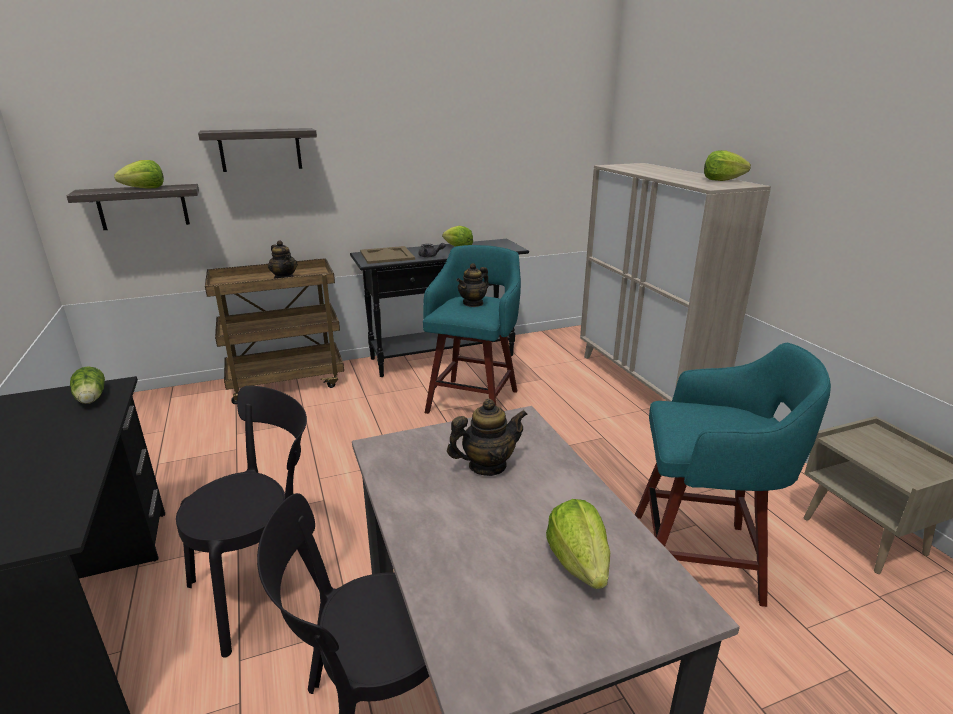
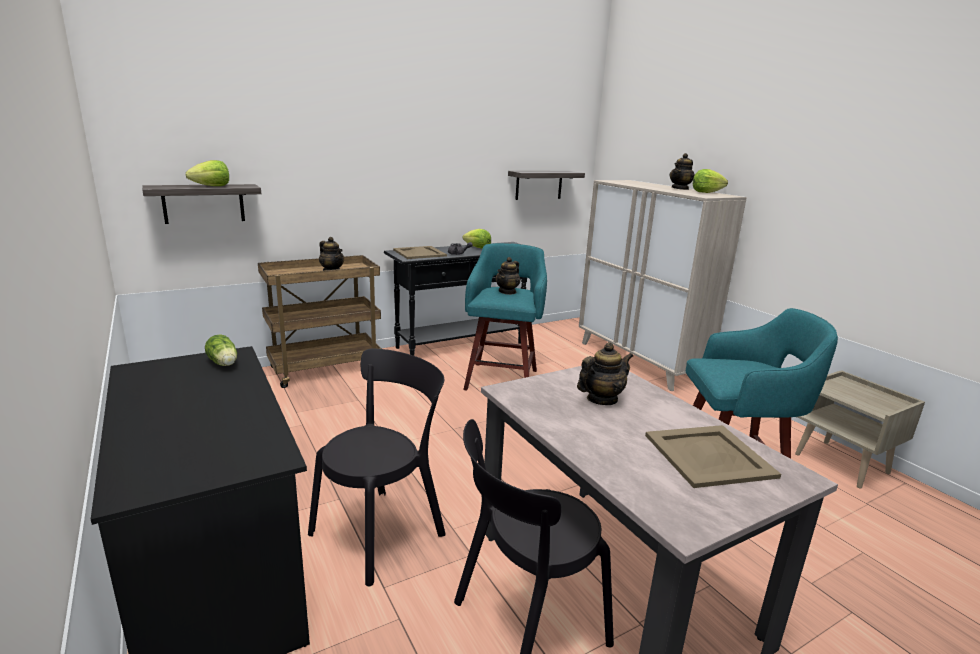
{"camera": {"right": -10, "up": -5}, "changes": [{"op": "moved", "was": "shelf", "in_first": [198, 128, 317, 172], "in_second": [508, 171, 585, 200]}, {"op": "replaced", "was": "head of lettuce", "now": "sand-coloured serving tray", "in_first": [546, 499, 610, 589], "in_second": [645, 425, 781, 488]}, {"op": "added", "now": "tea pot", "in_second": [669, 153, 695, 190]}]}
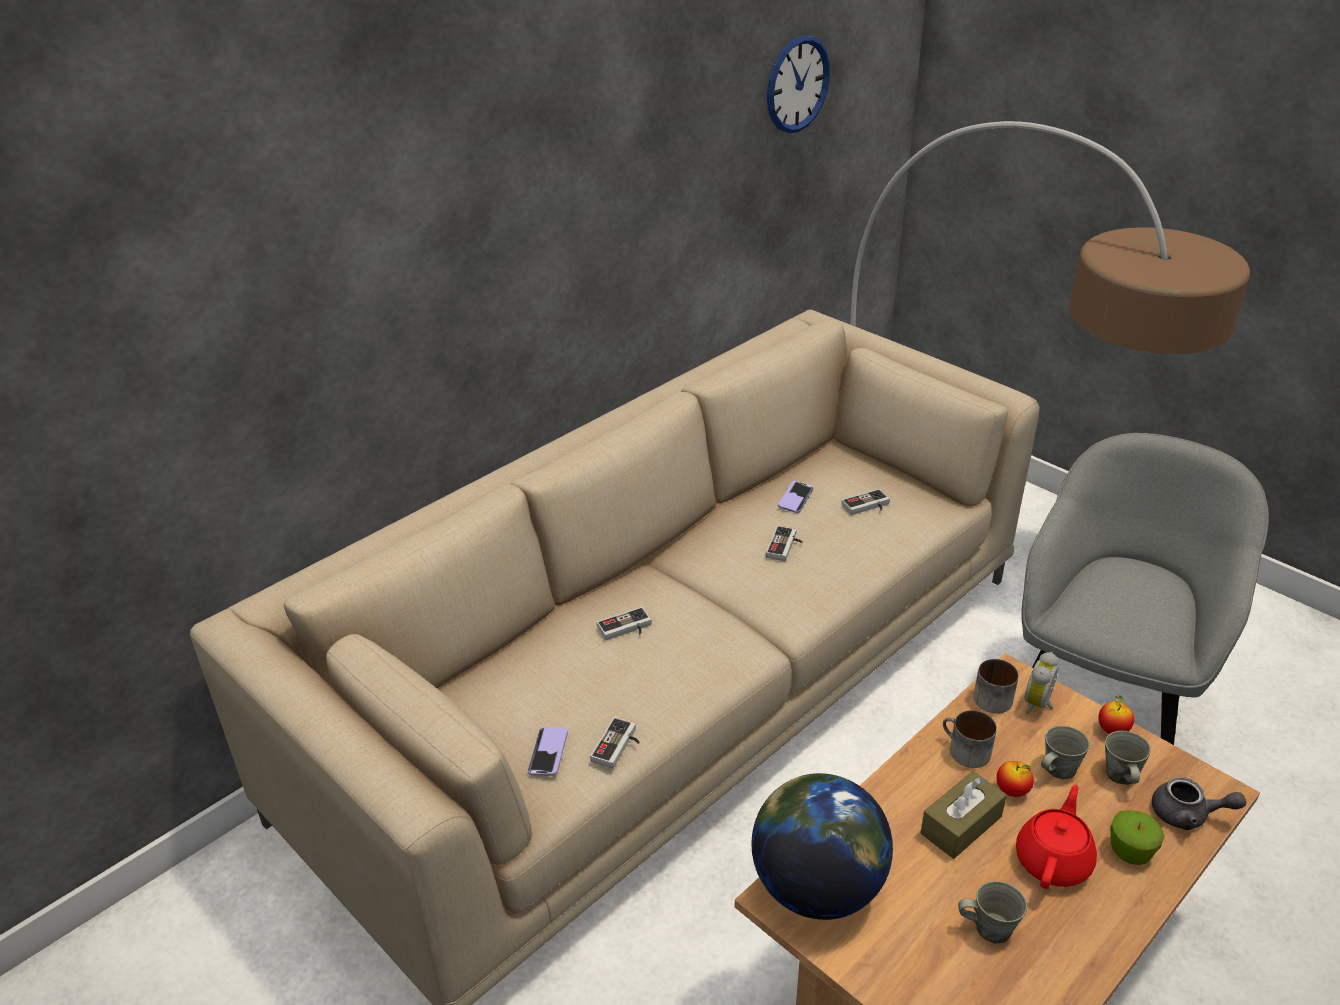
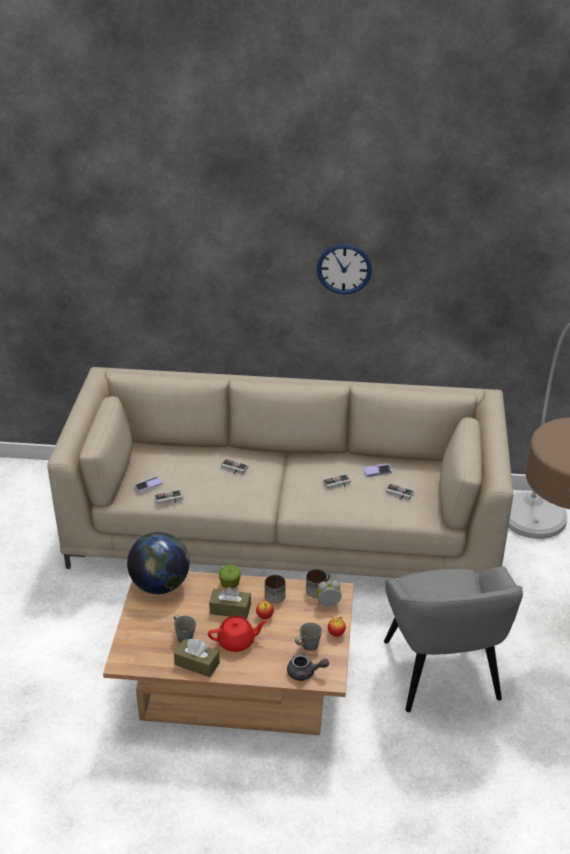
{"camera": {"right": 50, "up": 0}, "changes": [{"op": "moved", "was": "wall clock", "in_first": [767, 35, 830, 133], "in_second": [317, 244, 372, 294]}, {"op": "turned", "was": "grey easy chair", "in_first": [1021, 433, 1269, 745], "in_second": [384, 566, 523, 712], "clockwise": 90}, {"op": "removed", "was": "grey mug", "in_first": [1041, 726, 1090, 779]}, {"op": "moved", "was": "apple", "in_first": [1110, 810, 1165, 865], "in_second": [219, 565, 241, 588]}, {"op": "turned", "was": "grey tea pot", "in_first": [1152, 777, 1246, 830], "in_second": [287, 654, 329, 681], "clockwise": -60}, {"op": "added", "now": "brown box of tissues", "in_second": [174, 638, 220, 677]}]}
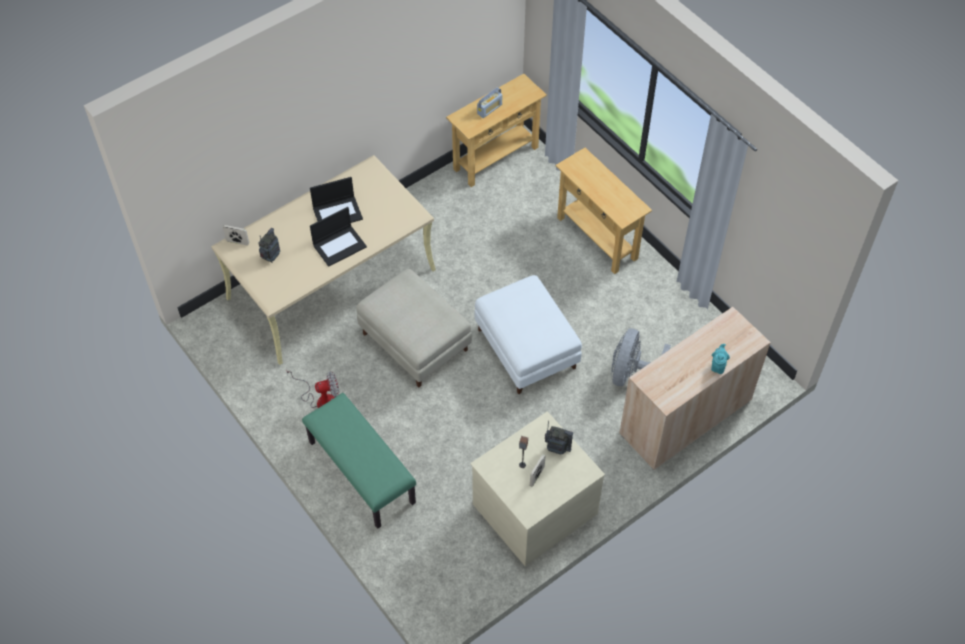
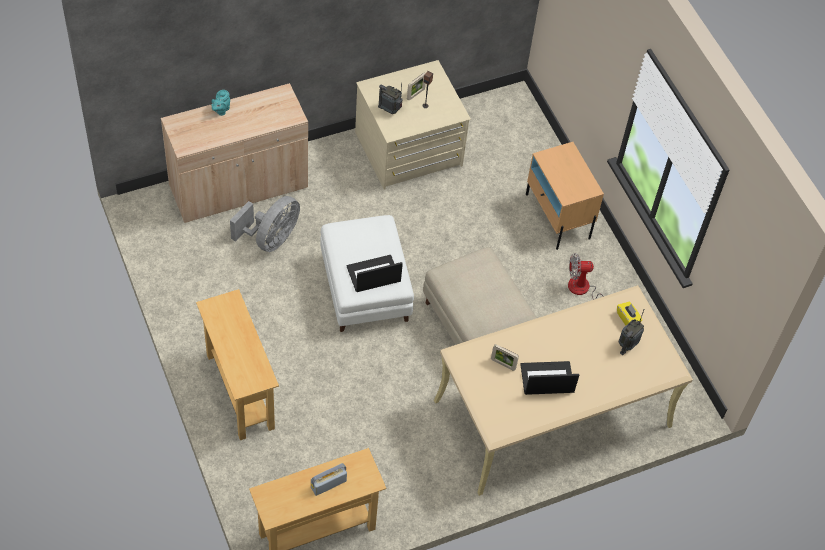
{"camera": {"right": -170, "up": 0}, "changes": [{"op": "moved", "was": "photo frame", "in_first": [223, 225, 249, 245], "in_second": [491, 344, 519, 371]}, {"op": "replaced", "was": "greenish bench", "now": "sand-coloured nightstand", "in_first": [302, 393, 416, 529], "in_second": [526, 142, 604, 250]}, {"op": "moved", "was": "laptop", "in_first": [310, 207, 367, 267], "in_second": [347, 255, 403, 292]}, {"op": "added", "now": "yellow box of tissues", "in_second": [617, 302, 642, 326]}]}
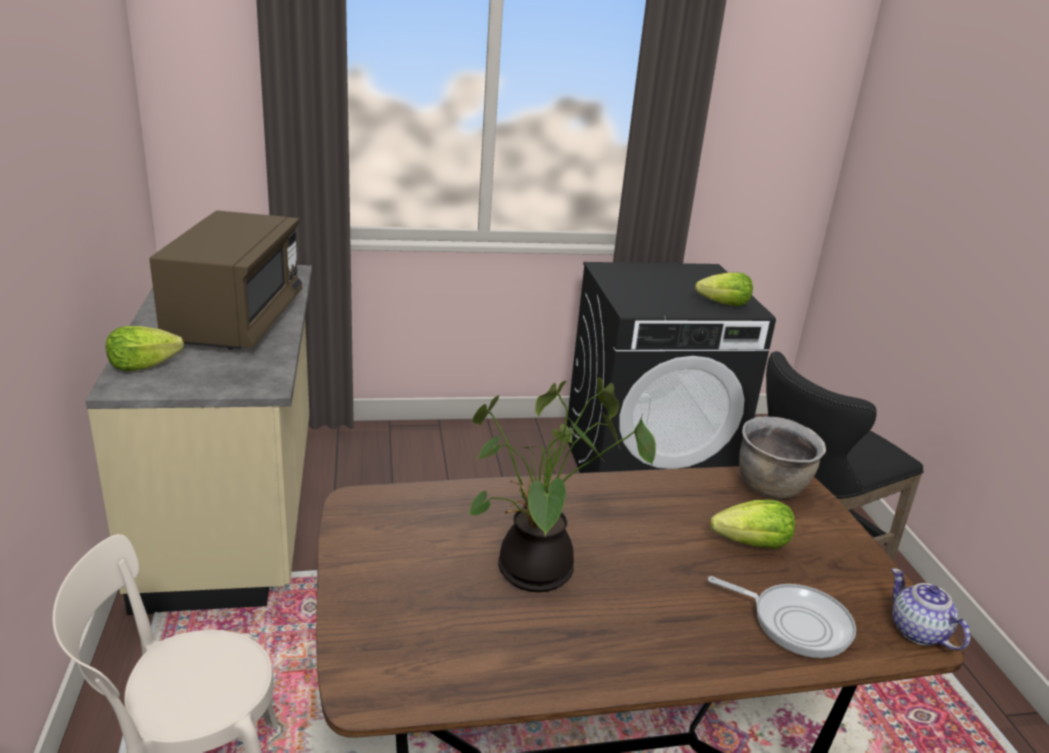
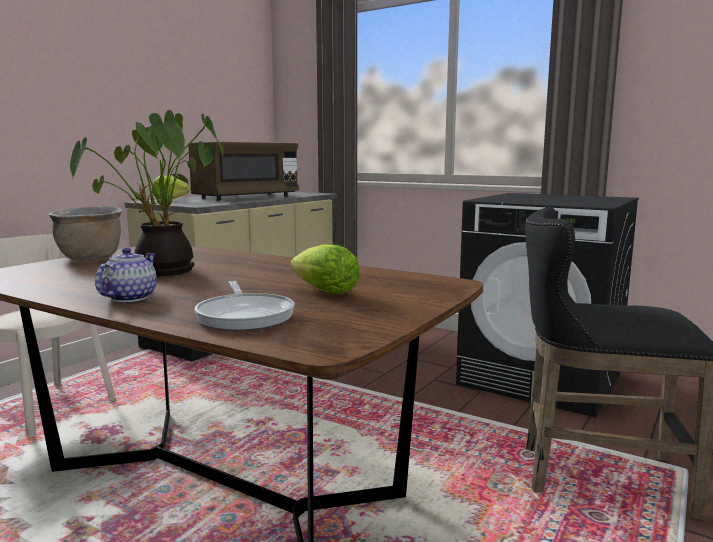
{"camera": {"right": 45, "up": -15}, "changes": [{"op": "removed", "was": "head of lettuce", "in_first": [695, 272, 753, 306]}, {"op": "moved", "was": "brown stockpot", "in_first": [739, 416, 826, 499], "in_second": [49, 206, 122, 260]}, {"op": "moved", "was": "tea pot", "in_first": [892, 568, 971, 651], "in_second": [95, 247, 157, 302]}]}
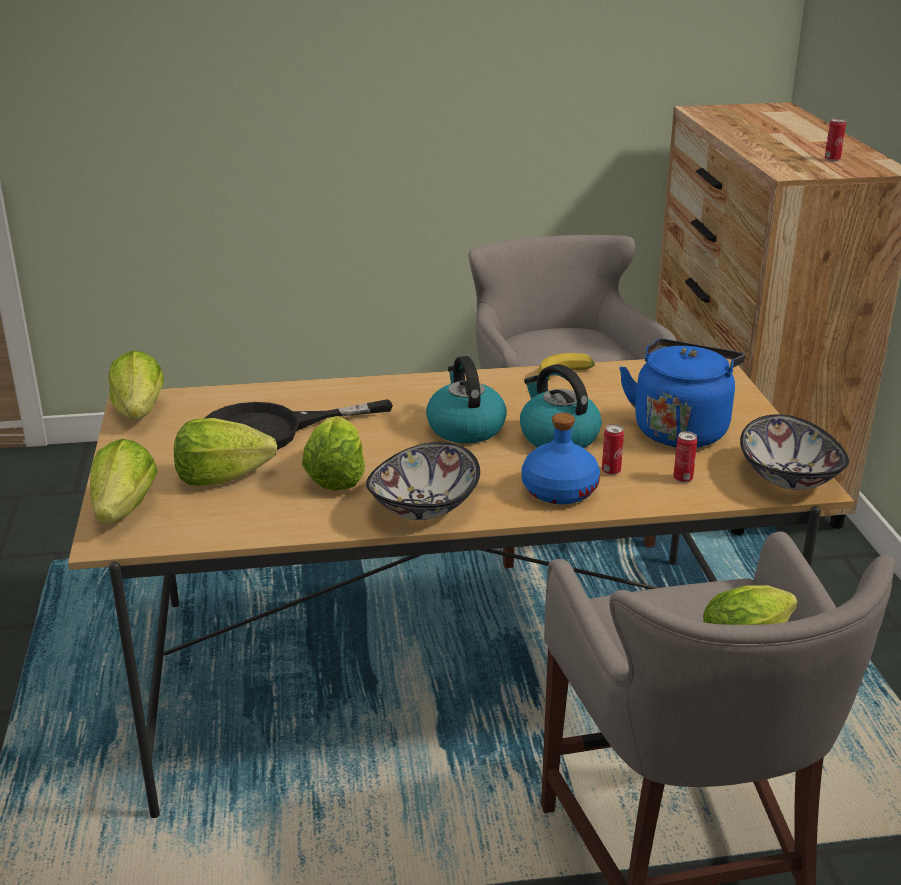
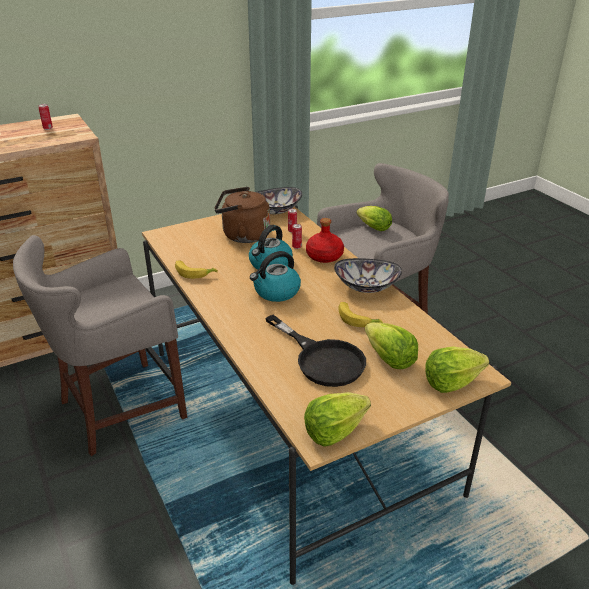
{"camera": {"right": -110, "up": 5}, "changes": [{"op": "replaced", "was": "head of lettuce", "now": "banana fruit", "in_first": [302, 416, 365, 491], "in_second": [338, 302, 383, 327]}, {"op": "recoloured", "was": "blue bottle", "now": "red bottle", "in_first": [522, 413, 600, 504], "in_second": [306, 218, 344, 263]}, {"op": "recoloured", "was": "blue kettle", "now": "brown kettle", "in_first": [619, 339, 745, 447], "in_second": [214, 187, 270, 243]}]}
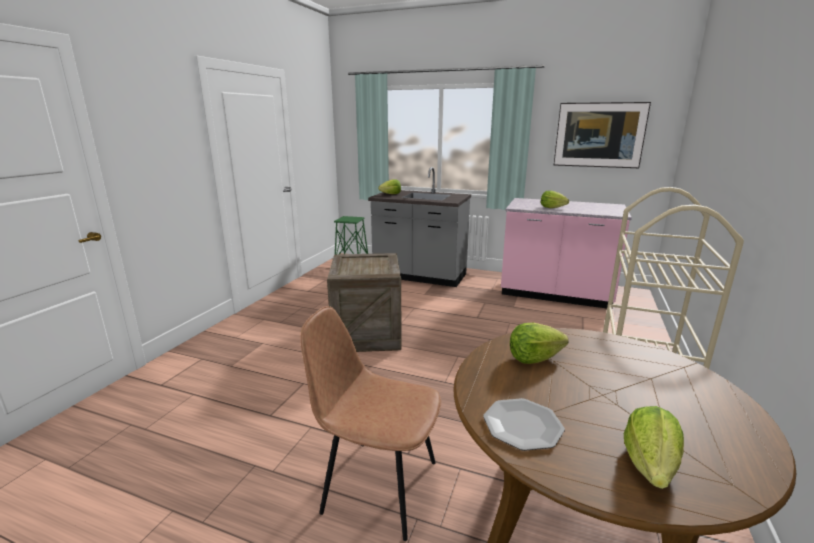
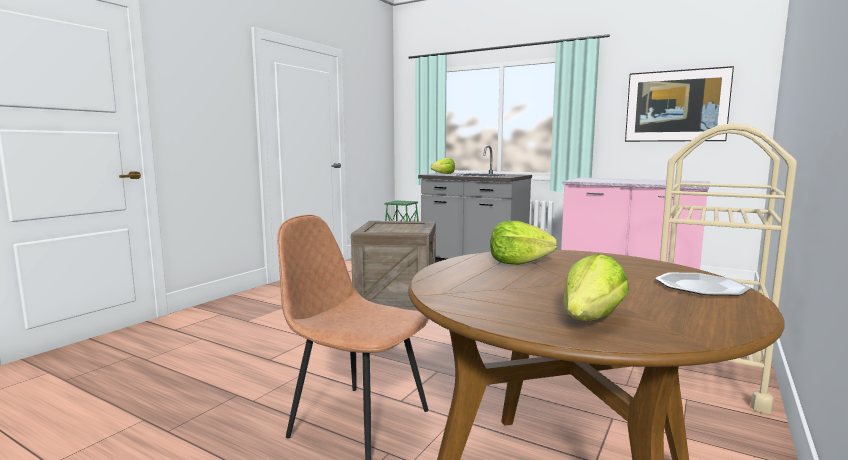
{"camera": {"right": 10, "up": -10}, "changes": [{"op": "moved", "was": "dinner plate", "in_first": [483, 398, 565, 451], "in_second": [656, 273, 751, 296]}, {"op": "removed", "was": "head of lettuce", "in_first": [541, 190, 569, 208]}]}
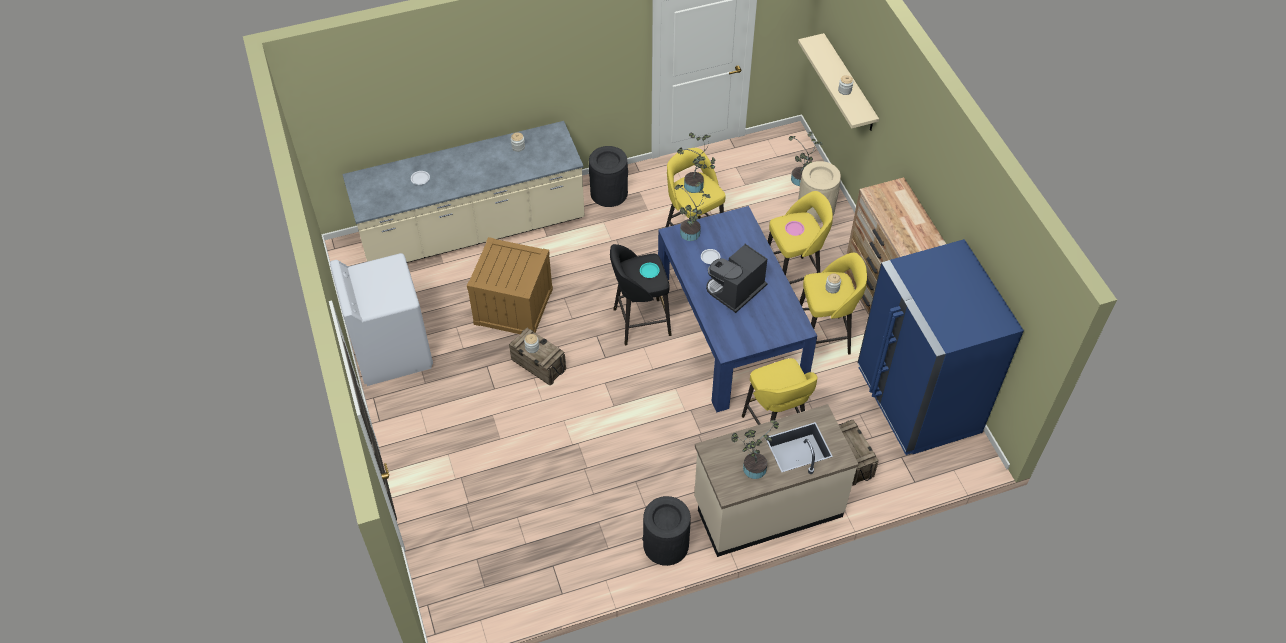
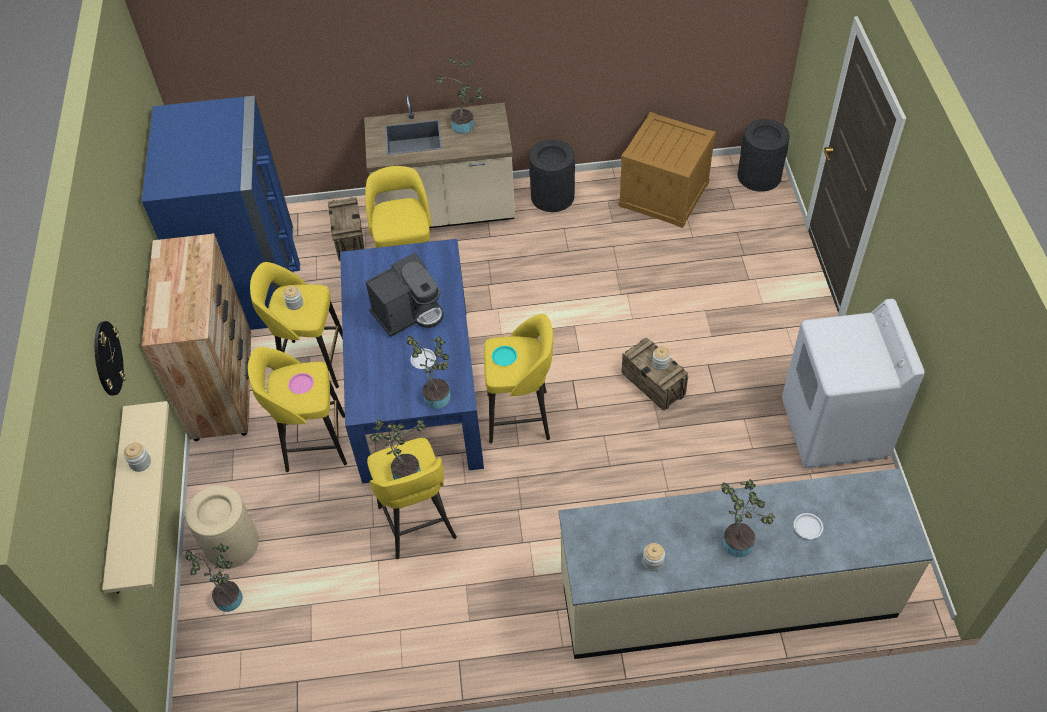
{"camera": {"right": -165, "up": 0}, "changes": [{"op": "moved", "was": "crate", "in_first": [467, 237, 553, 334], "in_second": [619, 112, 716, 228]}, {"op": "moved", "was": "black waste bin", "in_first": [589, 146, 628, 207], "in_second": [737, 119, 790, 192]}, {"op": "recoloured", "was": "black stool", "now": "yellow stool", "in_first": [610, 244, 672, 345], "in_second": [484, 314, 553, 444]}, {"op": "added", "now": "wall clock", "in_second": [94, 321, 126, 396]}, {"op": "added", "now": "plant in a pot", "in_second": [721, 479, 775, 557]}]}
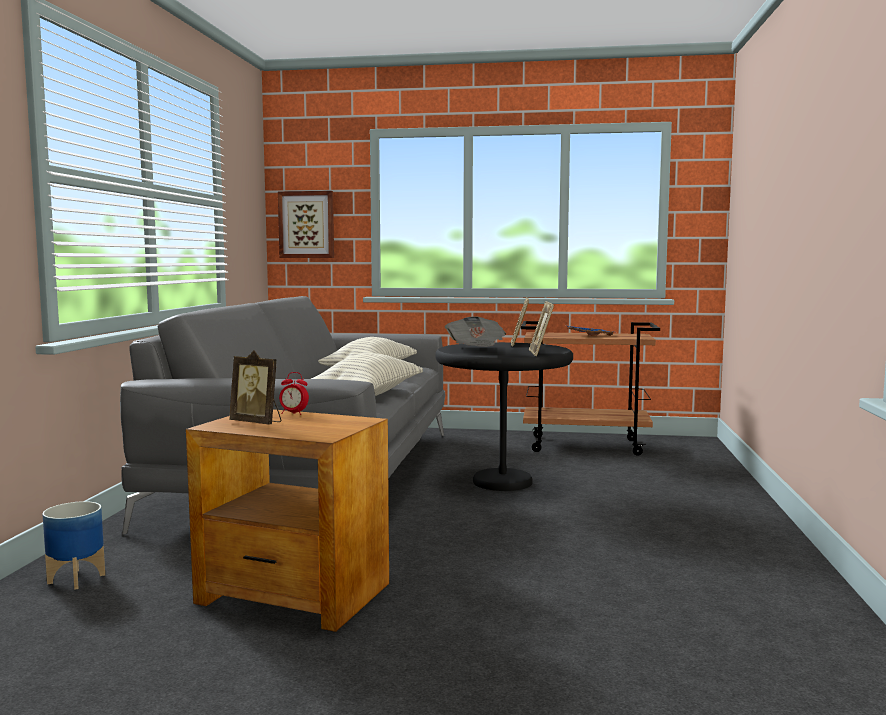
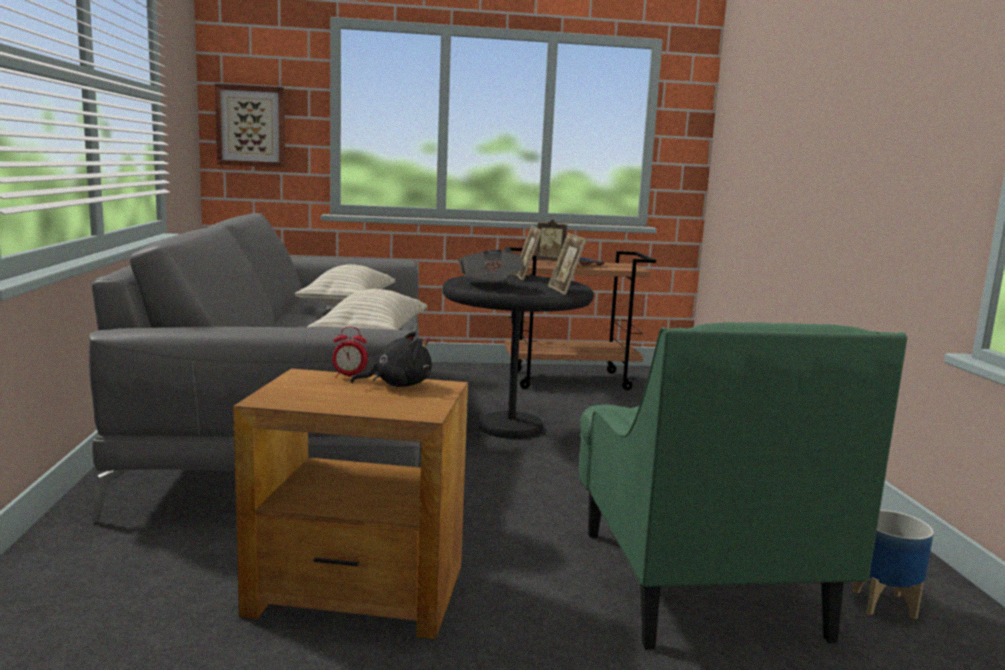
{"camera": {"right": -15, "up": 5}, "changes": [{"op": "moved", "was": "plant pot", "in_first": [42, 501, 105, 590], "in_second": [852, 510, 934, 620]}, {"op": "moved", "was": "photo frame", "in_first": [229, 350, 281, 424], "in_second": [535, 219, 567, 261]}, {"op": "added", "now": "black cuddly toy", "in_second": [351, 332, 432, 387]}, {"op": "added", "now": "greenish easy chair", "in_second": [579, 322, 907, 650]}]}
